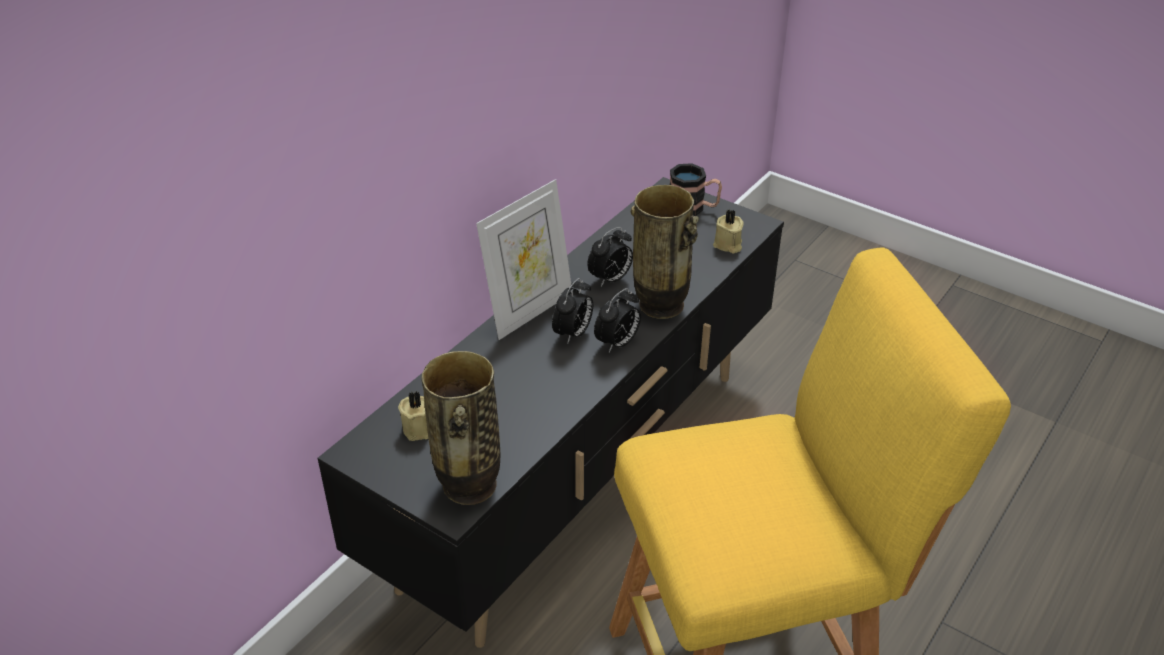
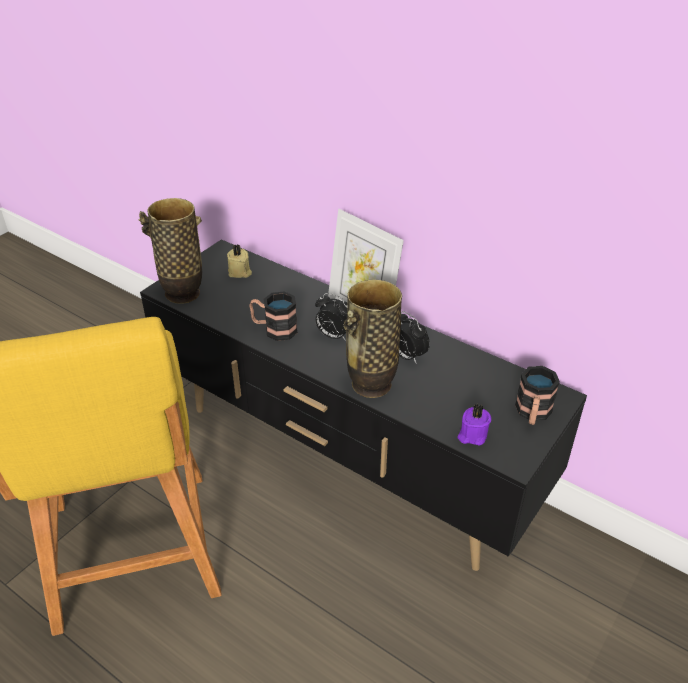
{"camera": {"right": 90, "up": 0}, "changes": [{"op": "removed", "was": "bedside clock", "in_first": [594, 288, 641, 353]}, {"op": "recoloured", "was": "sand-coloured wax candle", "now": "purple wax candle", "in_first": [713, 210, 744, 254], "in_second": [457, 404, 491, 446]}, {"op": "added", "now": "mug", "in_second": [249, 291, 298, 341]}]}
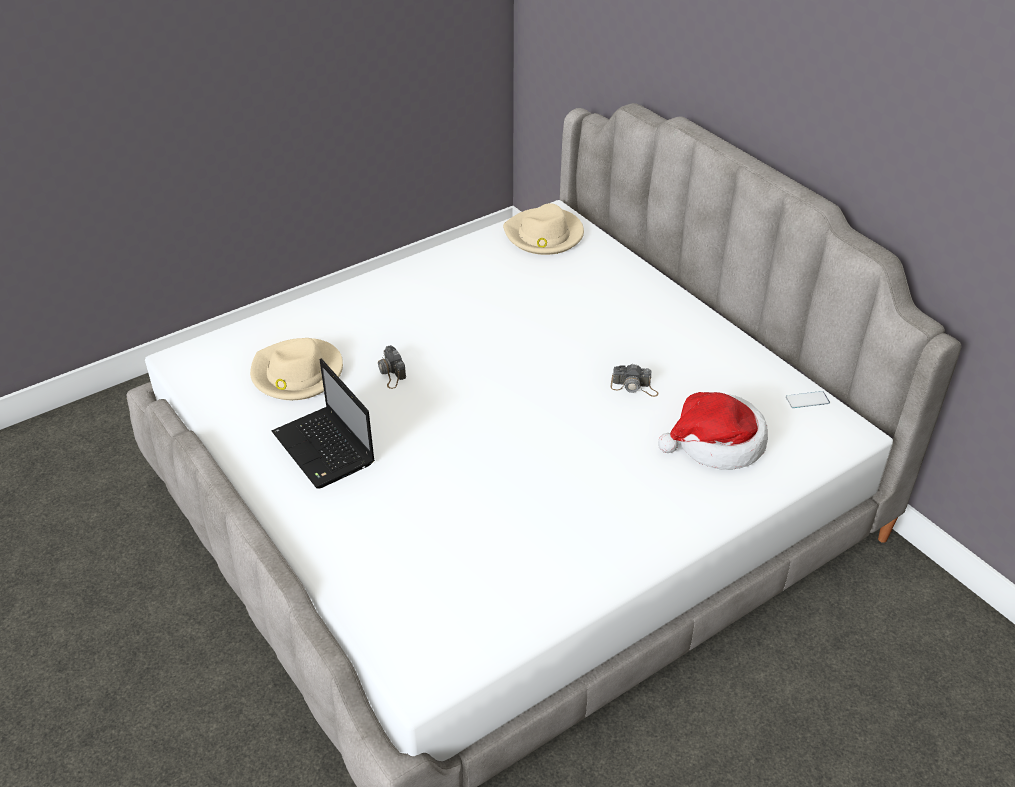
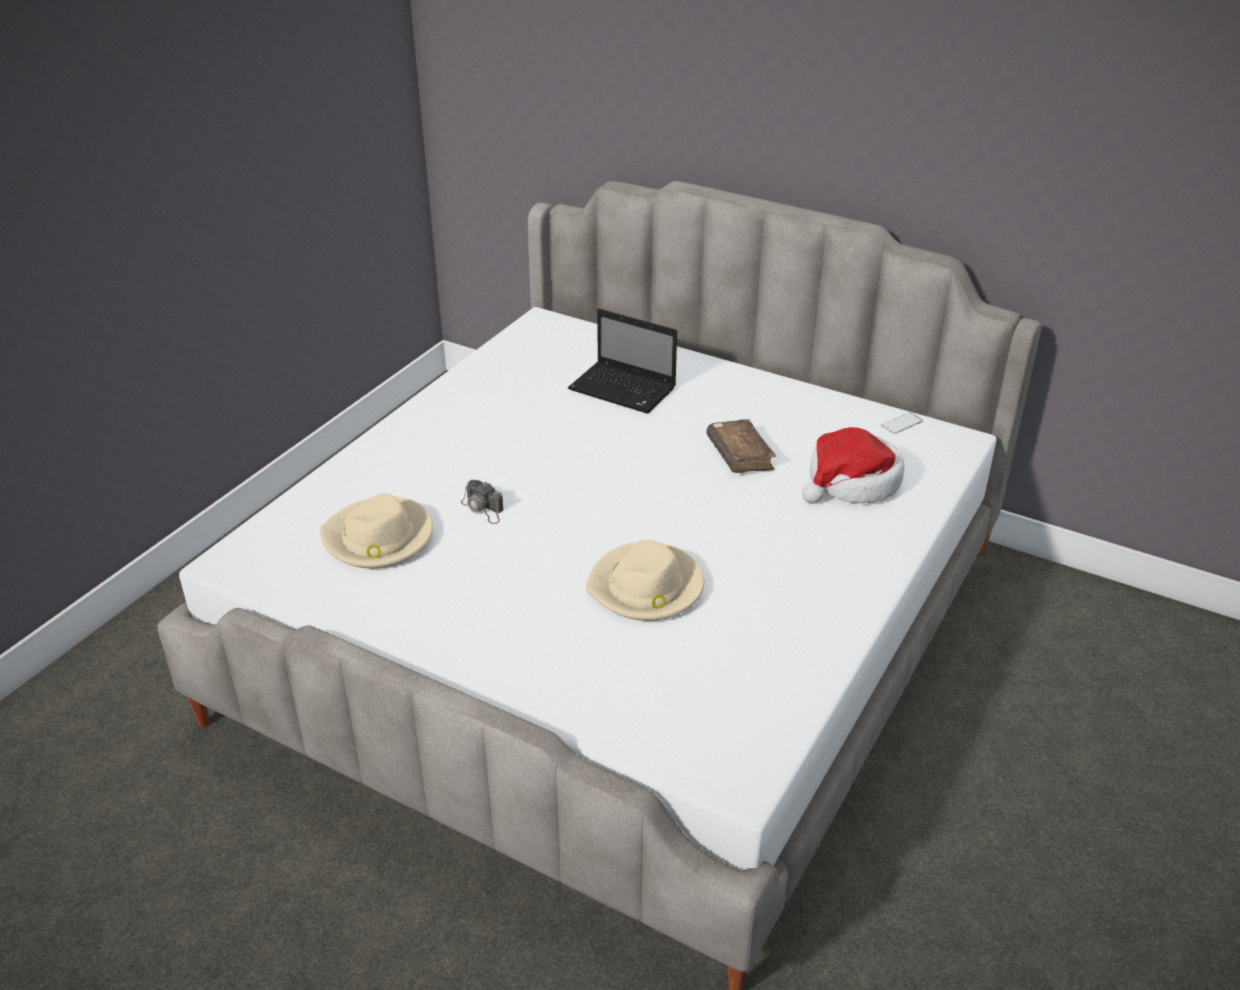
{"camera": {"right": -25, "up": -5}, "changes": [{"op": "moved", "was": "laptop", "in_first": [271, 358, 375, 488], "in_second": [568, 309, 677, 414]}, {"op": "moved", "was": "sand-coloured wearable hat", "in_first": [503, 203, 584, 255], "in_second": [586, 540, 704, 621]}, {"op": "replaced", "was": "photo camera", "now": "brown book", "in_first": [611, 364, 658, 397], "in_second": [706, 419, 776, 473]}]}
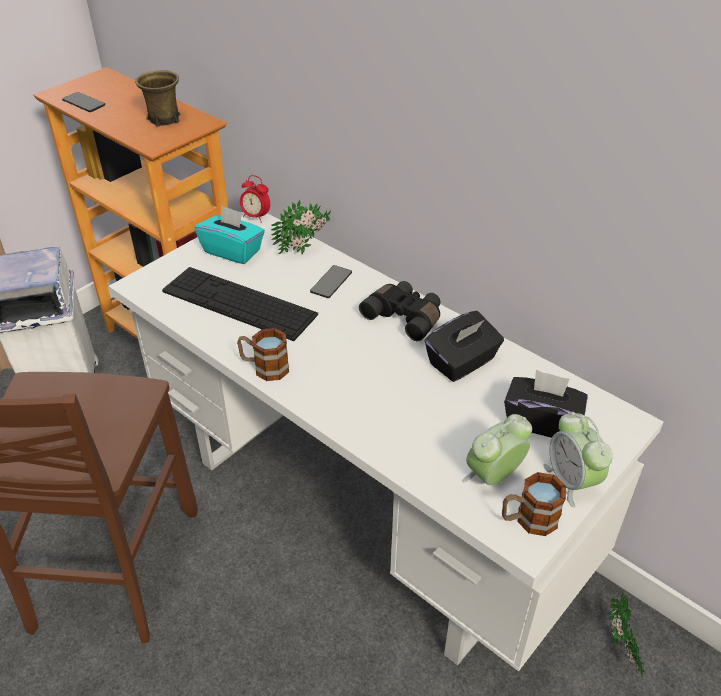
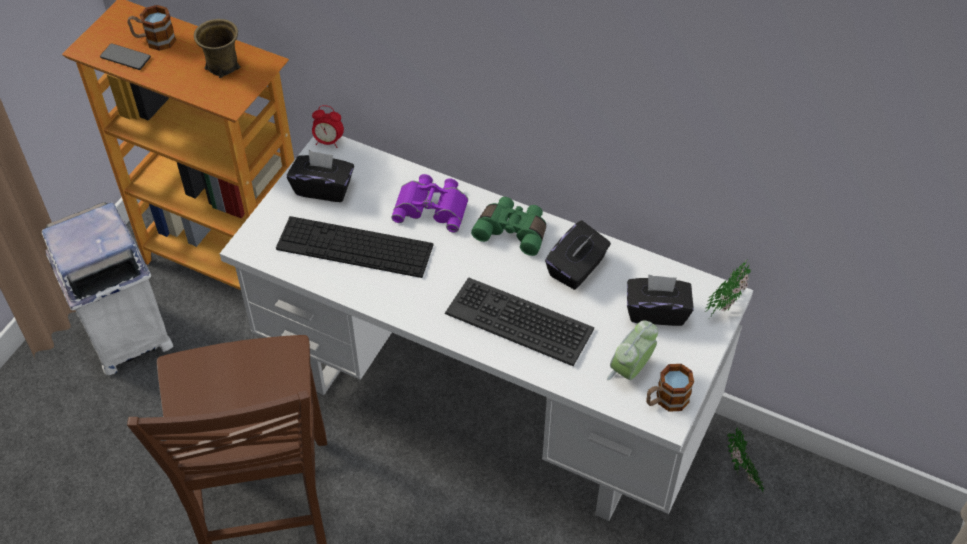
{"camera": {"right": -15, "up": 10}, "changes": [{"op": "recoloured", "was": "blue-green box of tissues", "now": "black box of tissues", "in_first": [195, 205, 265, 264], "in_second": [287, 150, 354, 202]}, {"op": "moved", "was": "mug", "in_first": [237, 328, 289, 381], "in_second": [127, 5, 176, 51]}, {"op": "moved", "was": "plant in a pot", "in_first": [271, 199, 331, 254], "in_second": [705, 260, 751, 319]}, {"op": "replaced", "was": "phone", "now": "purple binoculars", "in_first": [310, 265, 352, 298], "in_second": [391, 174, 468, 233]}, {"op": "recoloured", "was": "black binoculars", "now": "greenish binoculars", "in_first": [359, 281, 440, 341], "in_second": [471, 197, 546, 256]}, {"op": "removed", "was": "bedside clock", "in_first": [543, 412, 613, 508]}, {"op": "added", "now": "keyboard", "in_second": [445, 277, 595, 366]}]}
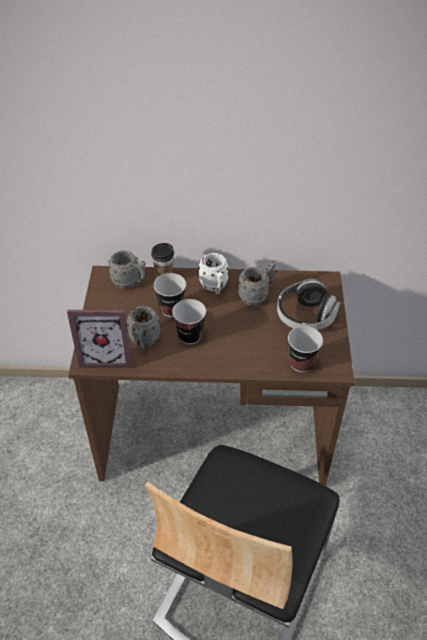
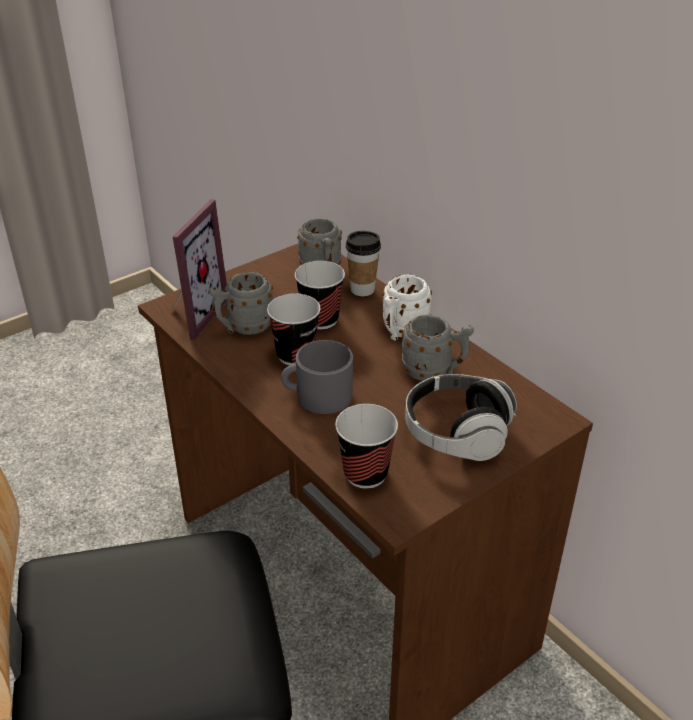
{"camera": {"right": 50, "up": -10}, "changes": [{"op": "turned", "was": "photo frame", "in_first": [67, 310, 132, 368], "in_second": [171, 199, 227, 340], "clockwise": -120}, {"op": "added", "now": "grey mug", "in_second": [281, 340, 353, 414]}]}
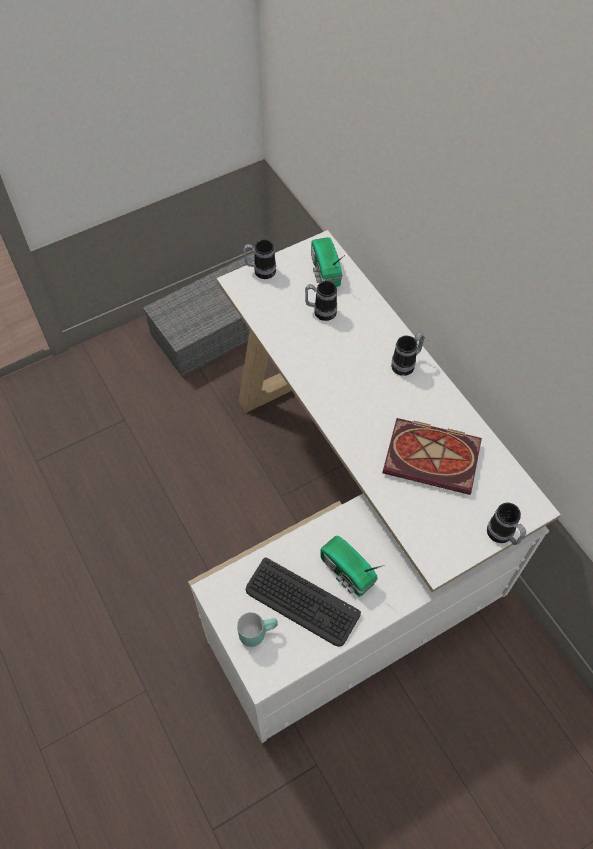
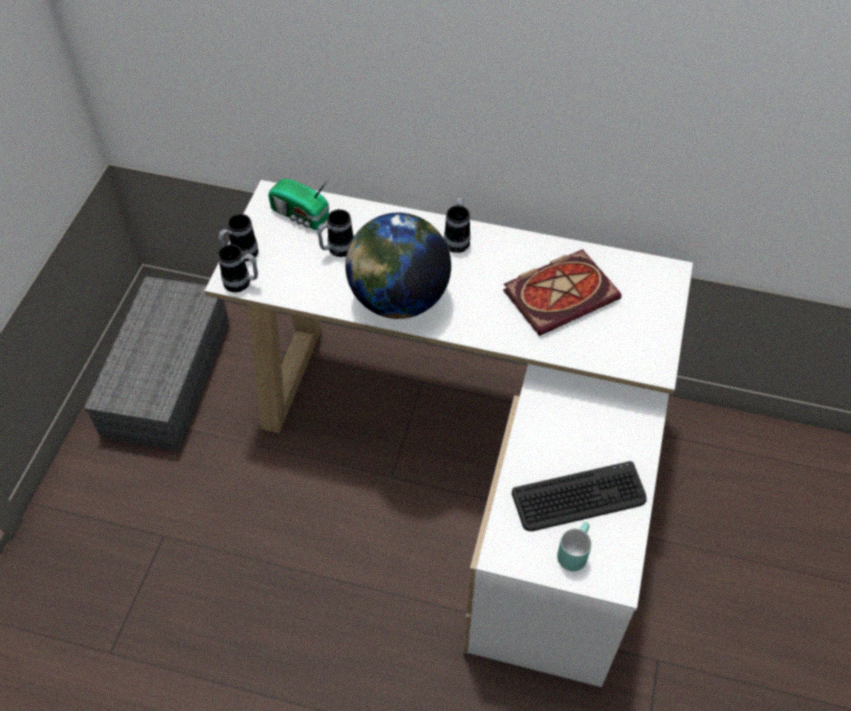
{"camera": {"right": -45, "up": -5}, "changes": [{"op": "removed", "was": "radio set", "in_first": [320, 536, 385, 597]}, {"op": "moved", "was": "mug", "in_first": [487, 503, 526, 545], "in_second": [218, 244, 258, 292]}, {"op": "added", "now": "desk globe", "in_second": [345, 213, 451, 319]}]}
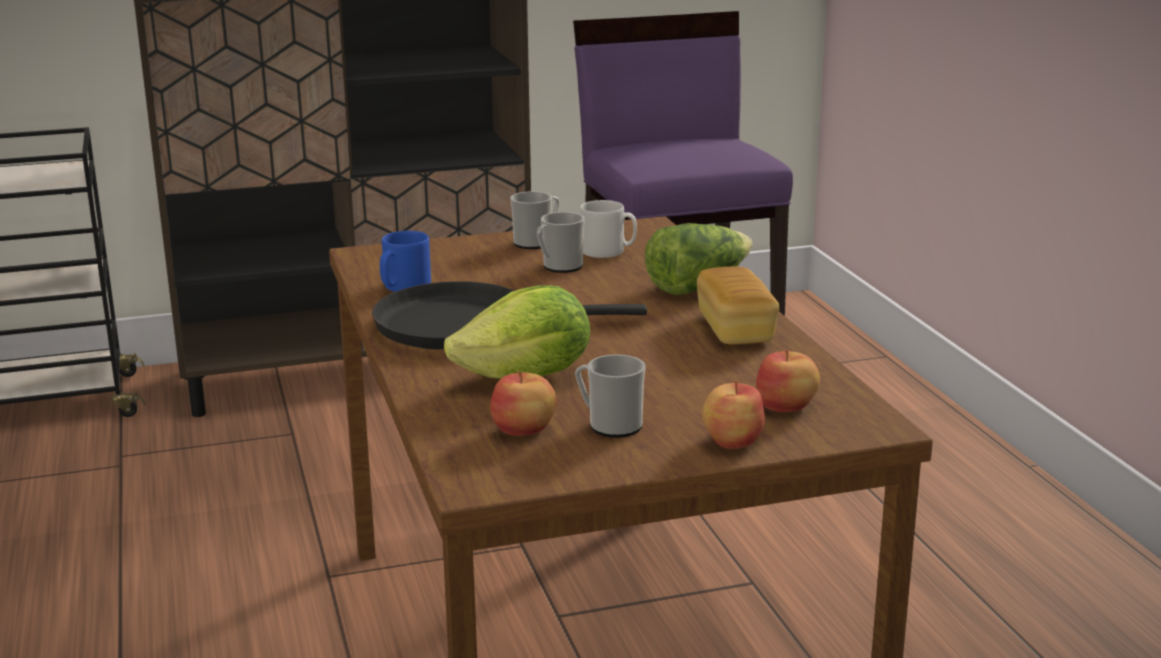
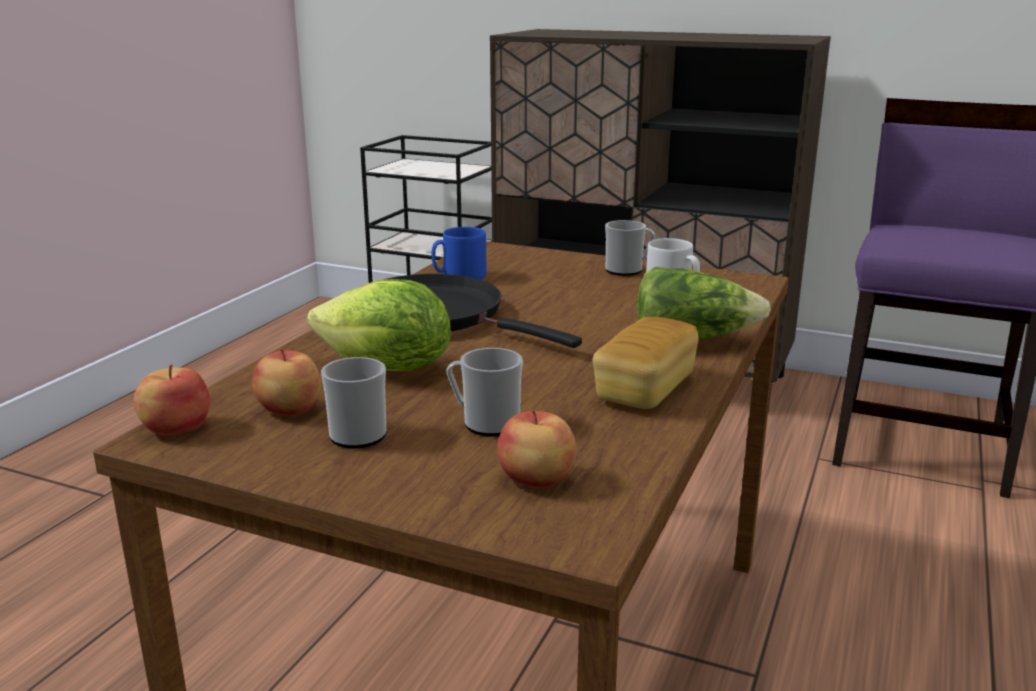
{"camera": {"right": 40, "up": 0}, "changes": [{"op": "moved", "was": "mug", "in_first": [536, 212, 585, 273], "in_second": [446, 348, 523, 436]}, {"op": "moved", "was": "apple", "in_first": [702, 380, 765, 449], "in_second": [134, 364, 210, 436]}]}
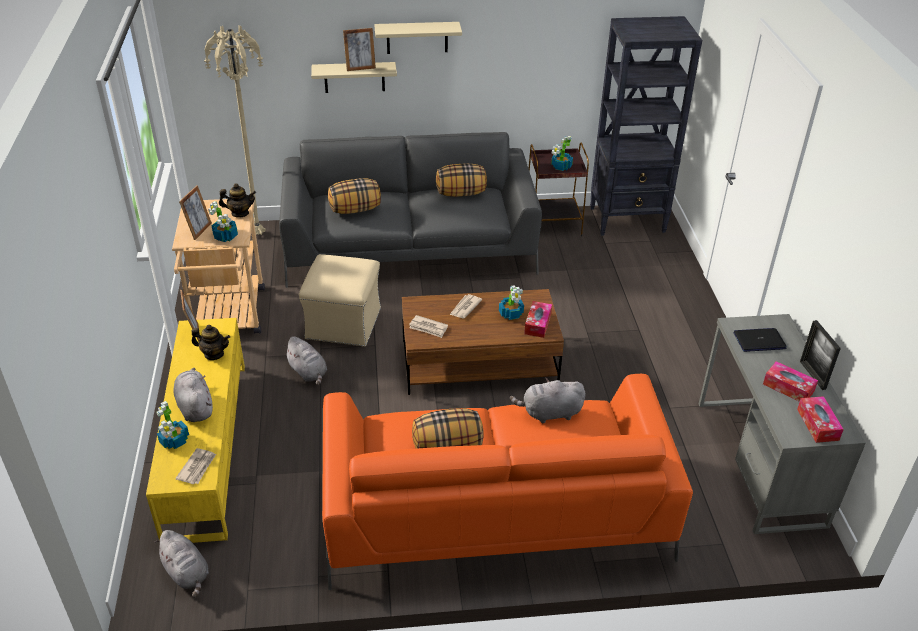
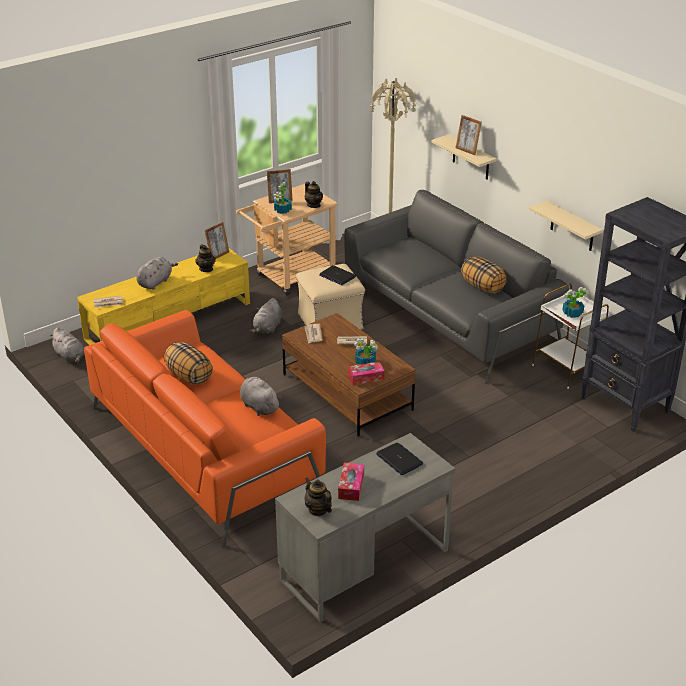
{"camera": {"right": 60, "up": -5}, "changes": [{"op": "turned", "was": "grey cuddly toy", "in_first": [154, 530, 209, 598], "in_second": [49, 327, 84, 363], "clockwise": -60}, {"op": "removed", "was": "plant in a pot", "in_first": [156, 401, 189, 449]}, {"op": "removed", "was": "pillow", "in_first": [328, 178, 381, 214]}, {"op": "moved", "was": "sand-coloured shelf", "in_first": [374, 22, 462, 54], "in_second": [529, 201, 603, 251]}, {"op": "recoloured", "was": "brown side table", "now": "white side table", "in_first": [528, 143, 589, 236], "in_second": [532, 283, 610, 389]}, {"op": "replaced", "was": "box of tissues", "now": "tea pot", "in_first": [797, 396, 844, 443], "in_second": [305, 477, 332, 516]}, {"op": "removed", "was": "photo frame", "in_first": [800, 320, 841, 390]}, {"op": "added", "now": "laptop", "in_second": [319, 265, 356, 285]}]}
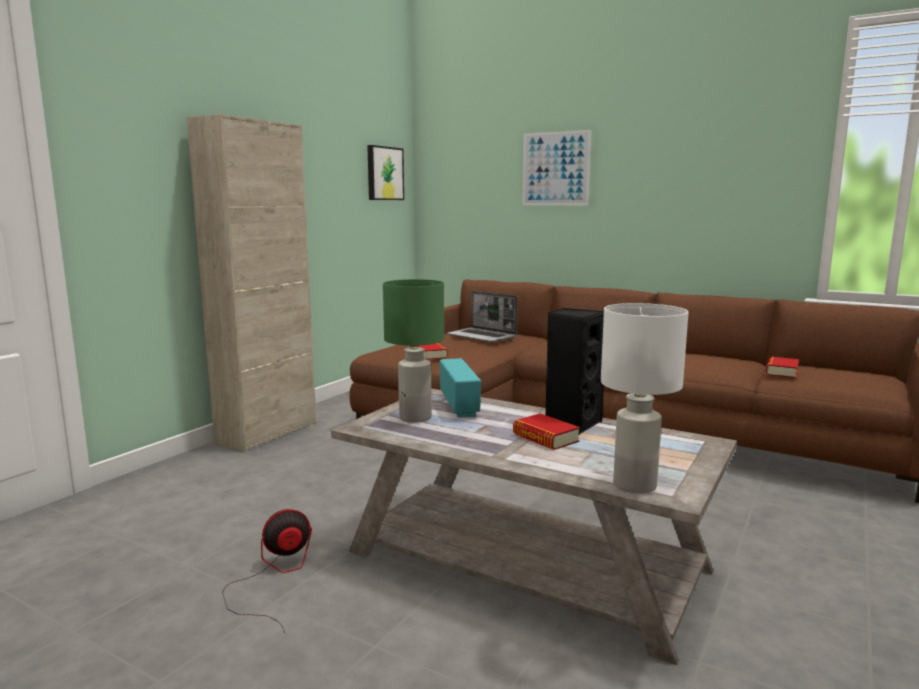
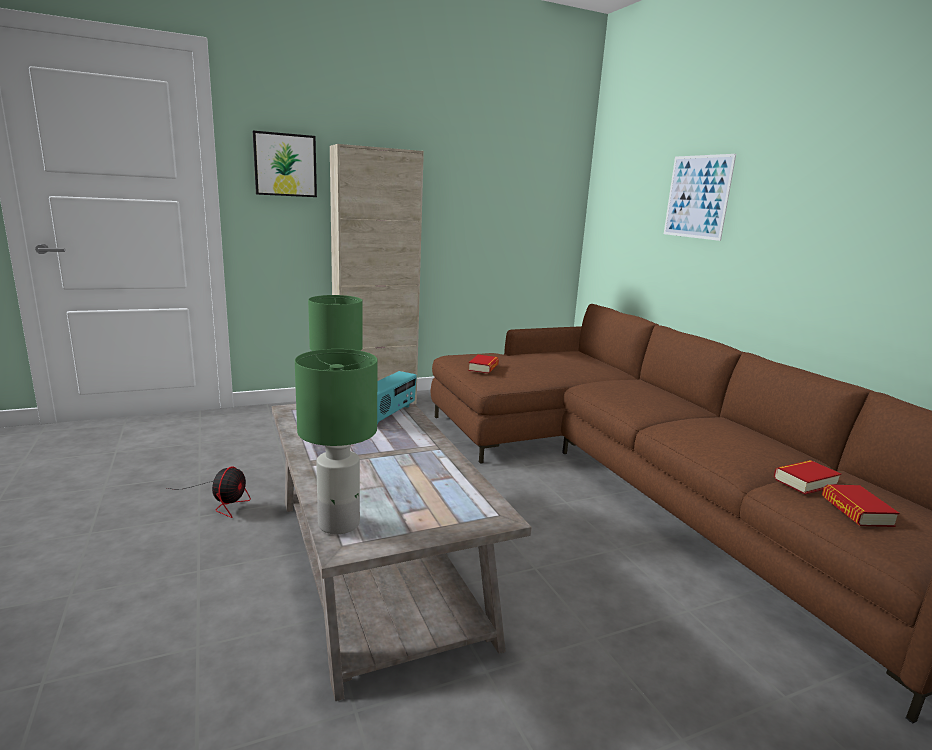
{"camera": {"right": 35, "up": 5}, "changes": [{"op": "turned", "was": "electric fan", "in_first": [222, 509, 312, 633], "in_second": [167, 466, 251, 518], "clockwise": 90}, {"op": "moved", "was": "wall art", "in_first": [367, 145, 404, 200], "in_second": [253, 131, 317, 197]}, {"op": "removed", "was": "laptop", "in_first": [447, 291, 518, 343]}, {"op": "moved", "was": "book", "in_first": [513, 413, 580, 450], "in_second": [822, 484, 899, 527]}, {"op": "removed", "was": "black speaker", "in_first": [545, 308, 604, 435]}, {"op": "recoloured", "was": "white lamp for a table", "now": "greenish lamp for a table", "in_first": [601, 303, 689, 494], "in_second": [295, 349, 378, 534]}]}
